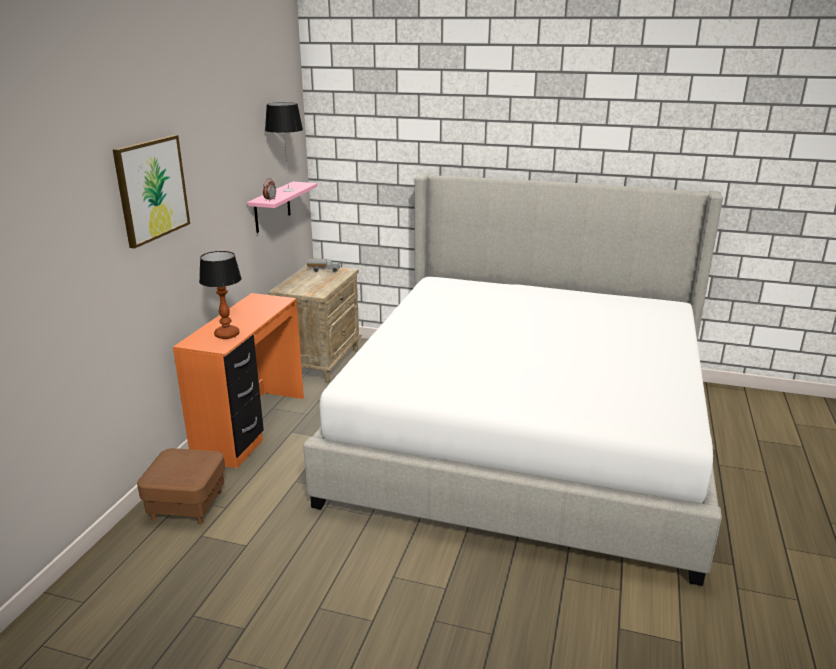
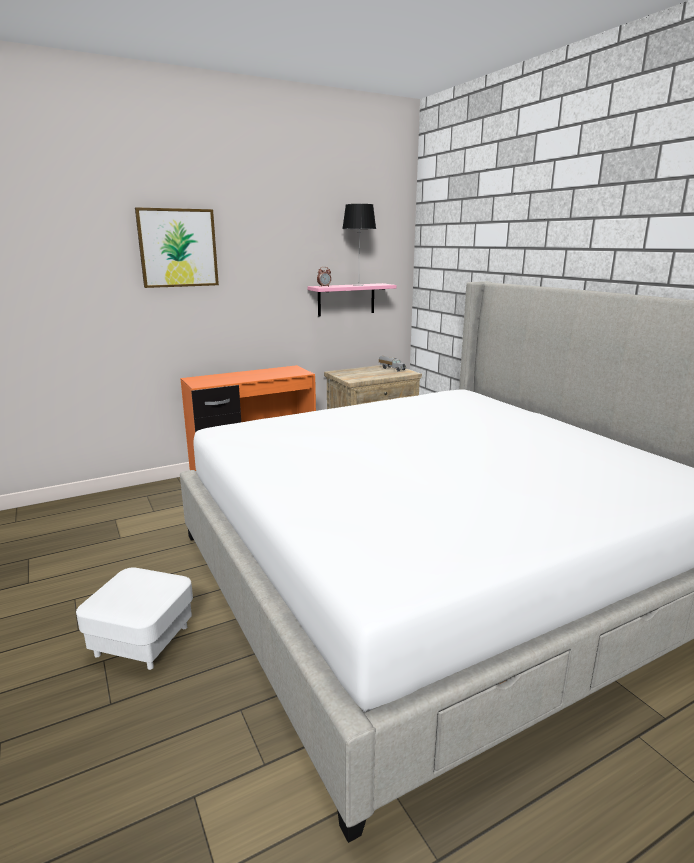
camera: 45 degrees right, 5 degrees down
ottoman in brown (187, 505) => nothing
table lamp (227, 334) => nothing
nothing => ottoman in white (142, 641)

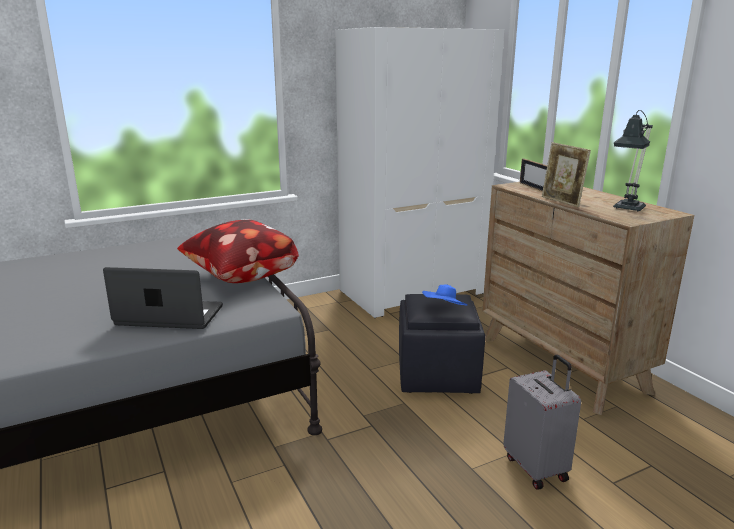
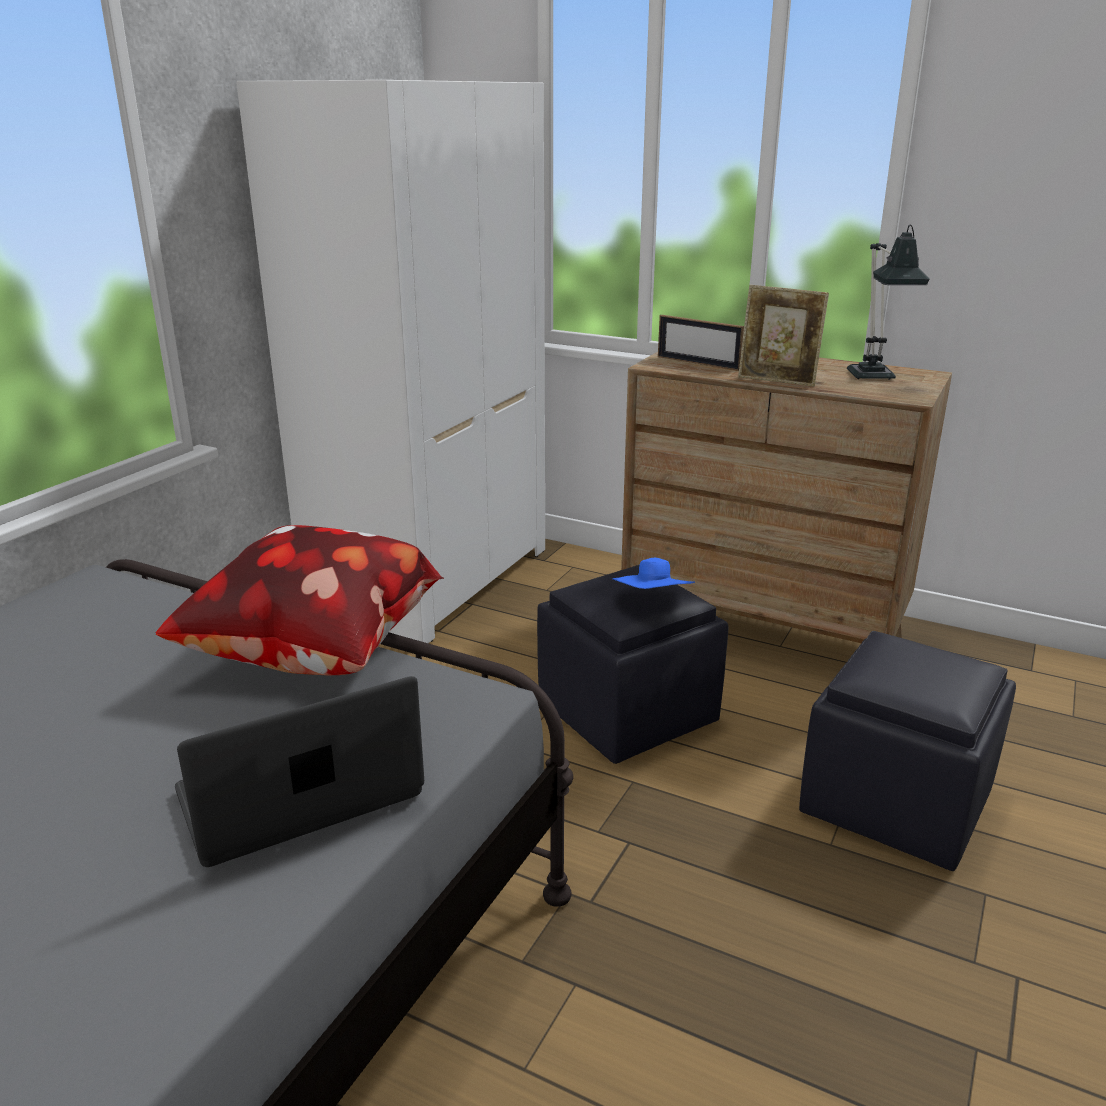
camera: 35 degrees left, 5 degrees up
suitcase in grey (537, 468) => ottoman in black (897, 802)

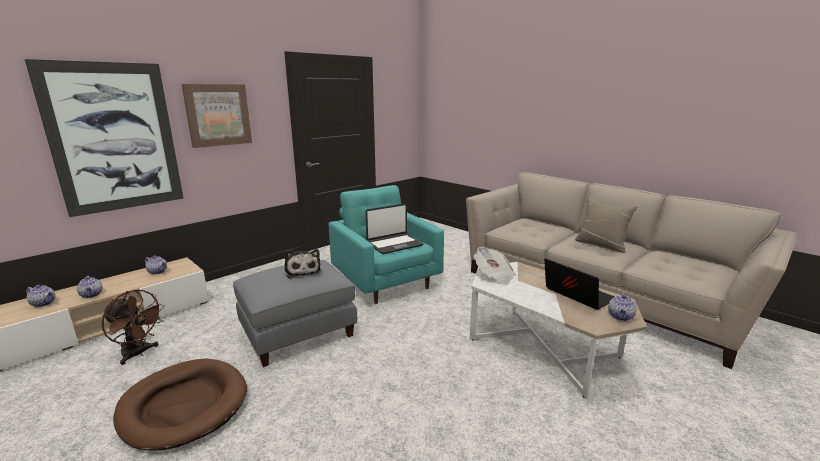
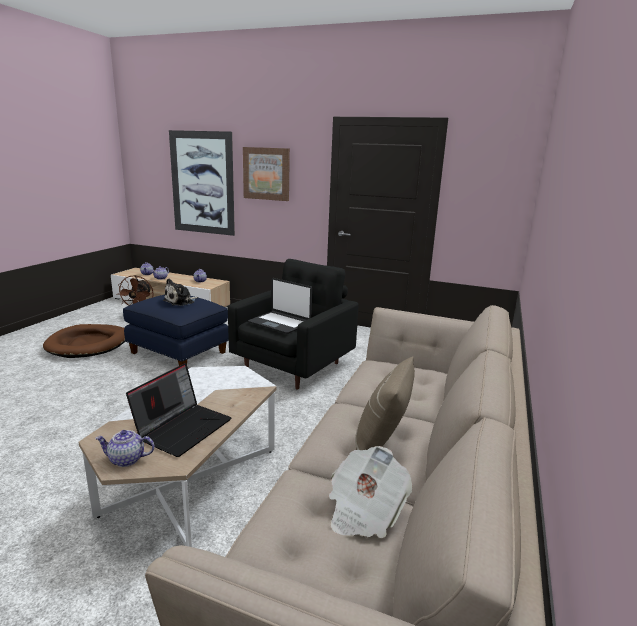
camera: 65 degrees right, 0 degrees up
ottoman in grey (298, 333) => ottoman in blue (179, 352)
armchair in turquoise (386, 281) => armchair in black (294, 365)
newspaper (494, 276) => newspaper (364, 510), moved

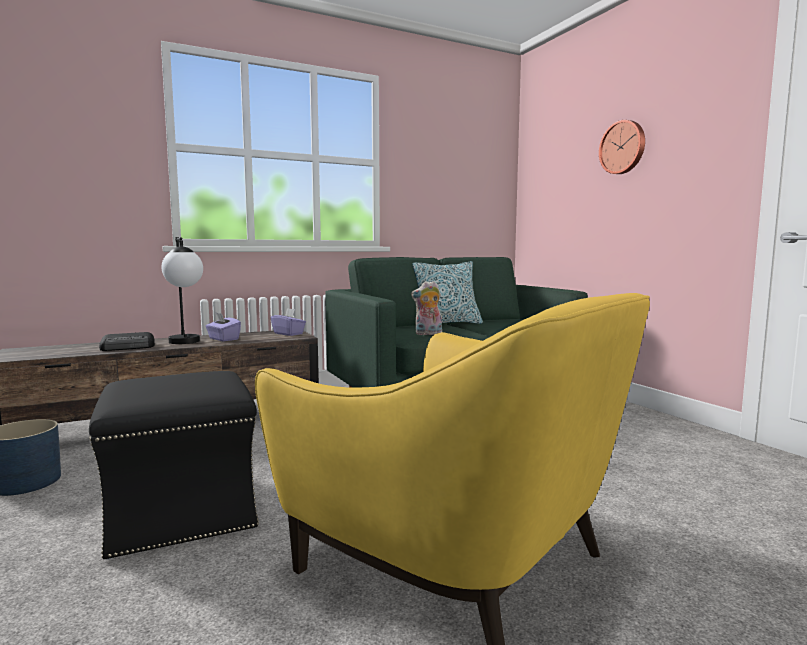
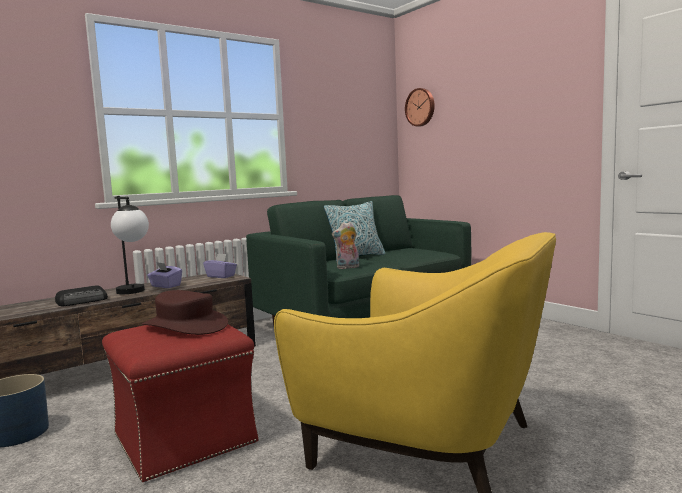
camera: 10 degrees left, 0 degrees up
ottoman in black (182, 511) => ottoman in red (184, 438)
wall clock (623, 147) => wall clock (420, 107), moved
nothing => hat in brown (185, 325)

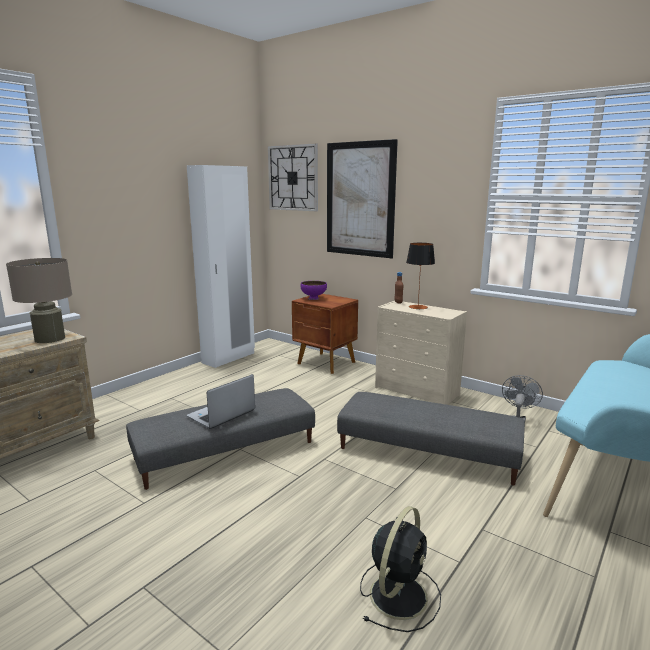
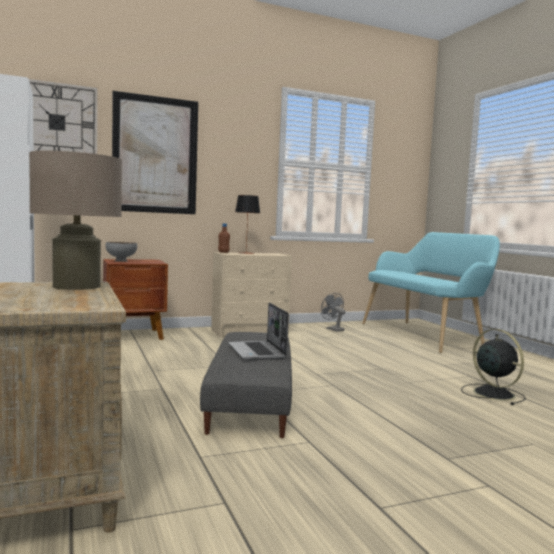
camera: 60 degrees left, 10 degrees down
bowl in purple (313, 298) => bowl in grey (121, 261)
ottoman in grey (428, 451) => nothing

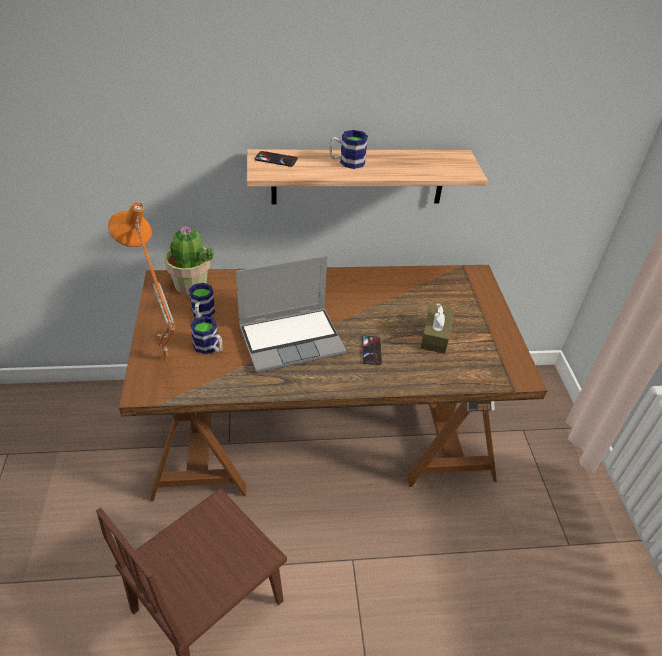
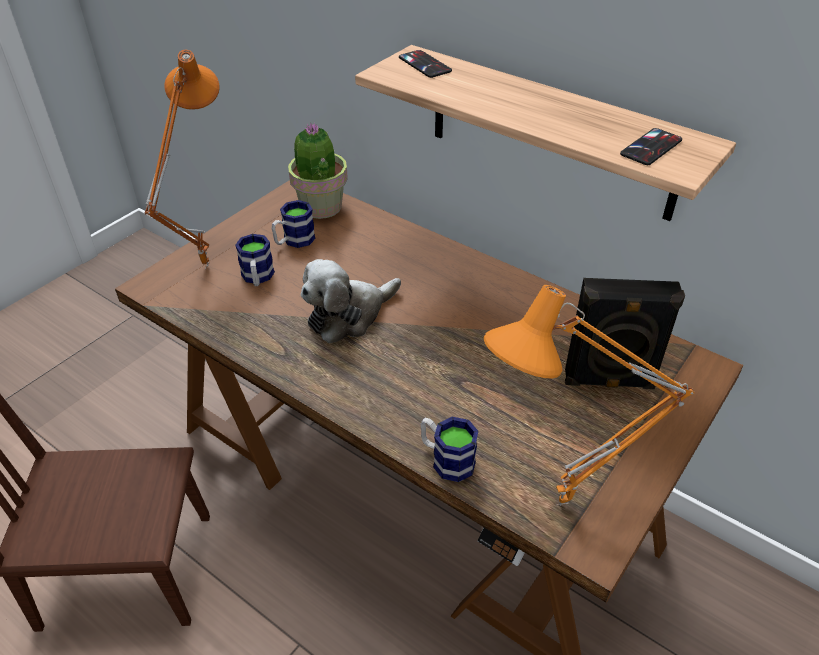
camera: 45 degrees right, 0 degrees up
laptop (292, 339) => plush toy (349, 315)
mug (347, 162) => mug (446, 459), moved
phone (371, 350) => phone (651, 147), moved
tissue box in brown (435, 336) => nothing
nothing => table lamp in orange (564, 509)
nothing => speaker in black (609, 382)

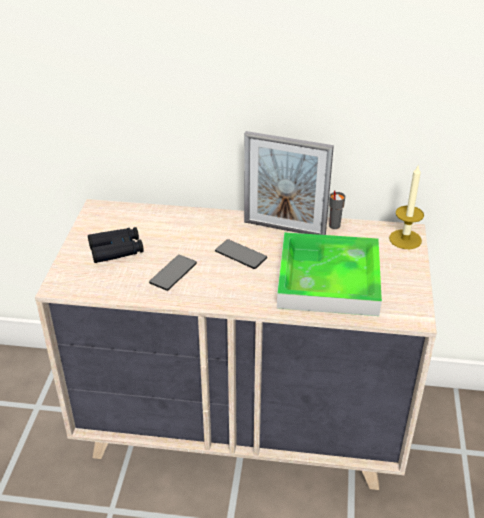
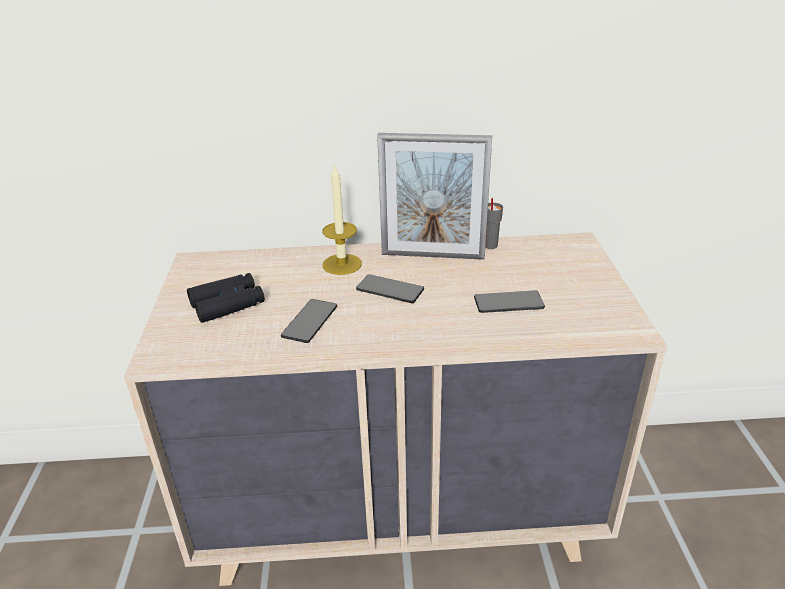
camera: 10 degrees left, 5 degrees down
tray (328, 279) => phone (508, 303)
candle (405, 239) => candle (342, 264), moved

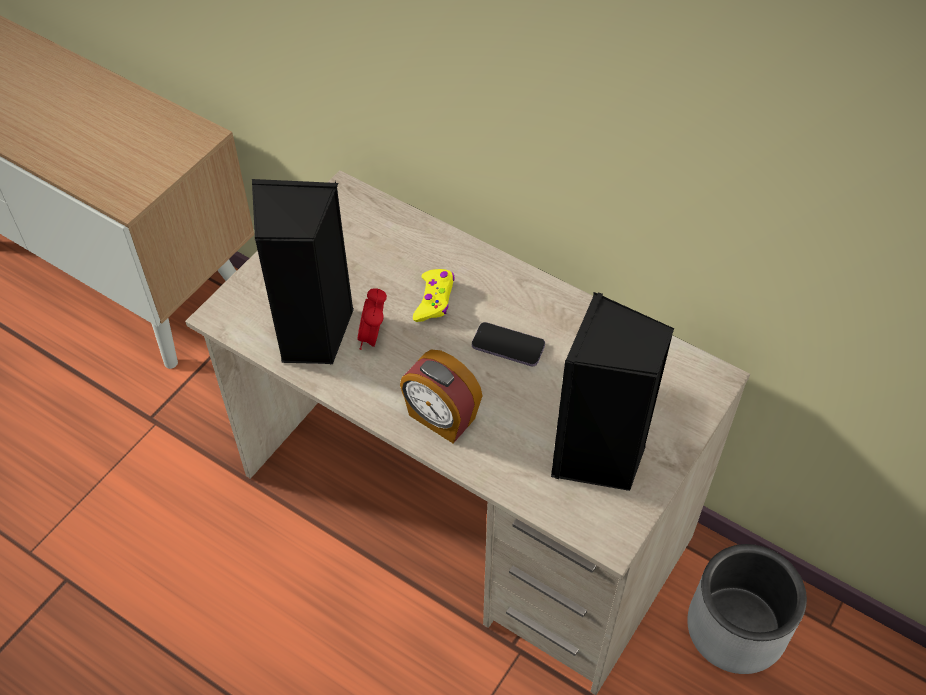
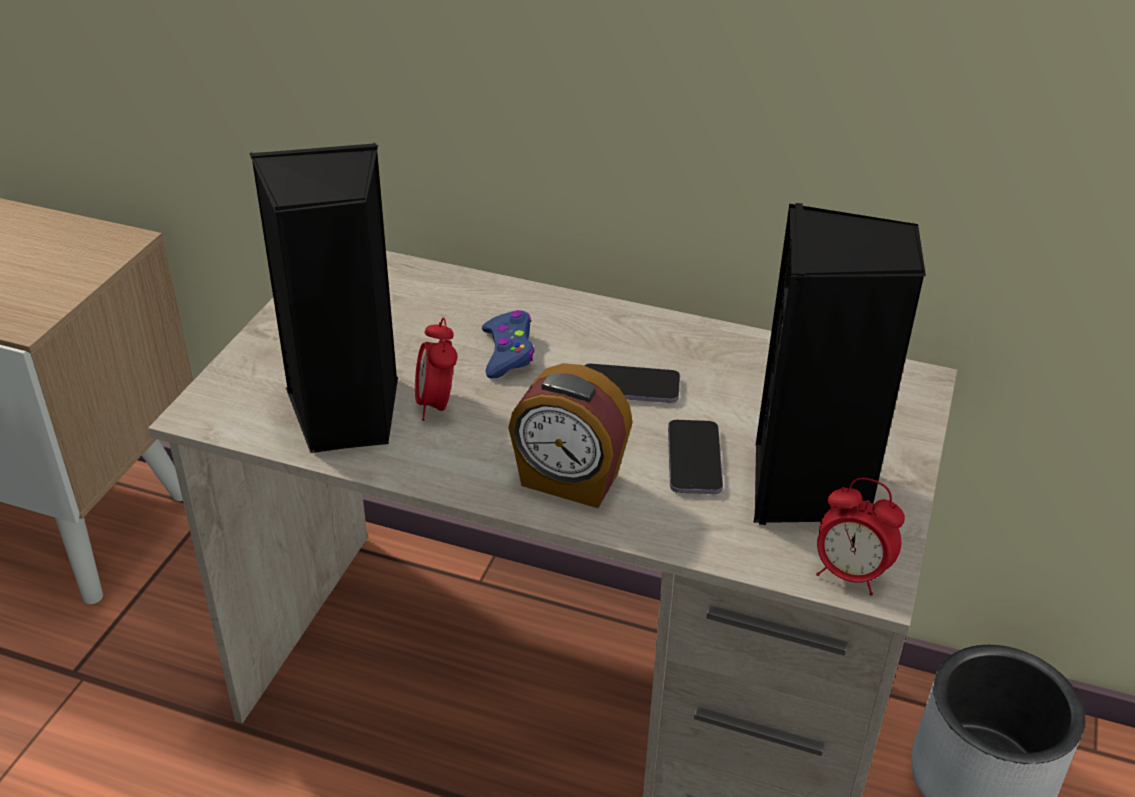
camera: 15 degrees left, 15 degrees down
game controller in yellow (434, 300) => game controller in blue (508, 352)
nothing => phone (694, 460)
nothing => alarm clock (849, 574)

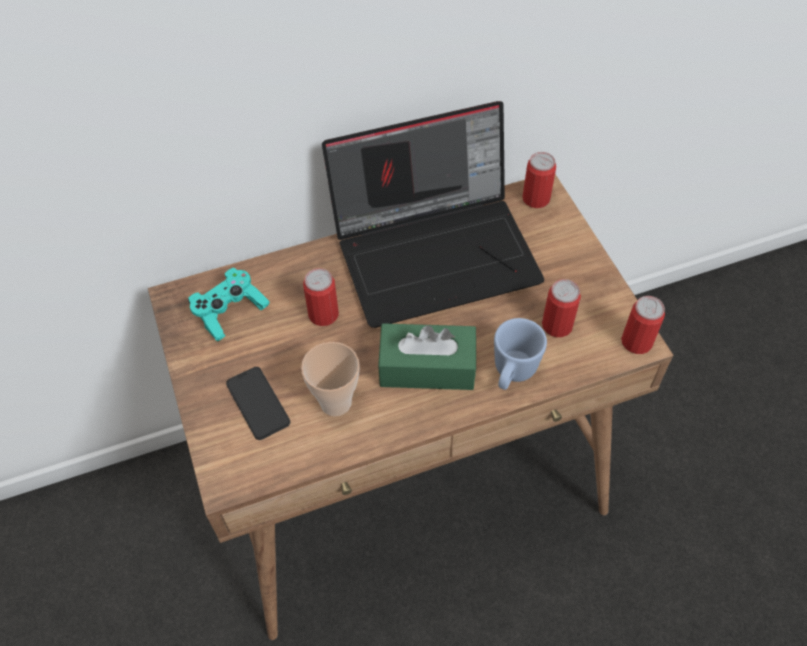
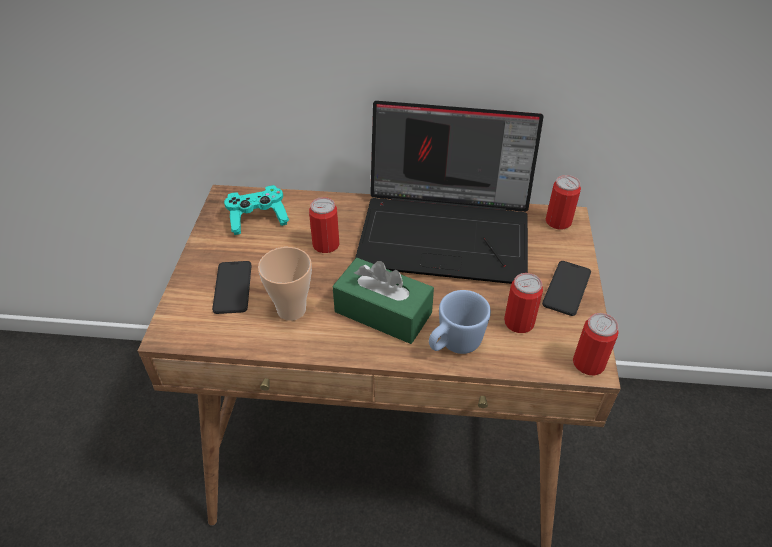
camera: 25 degrees right, 10 degrees down
nothing => phone (566, 288)

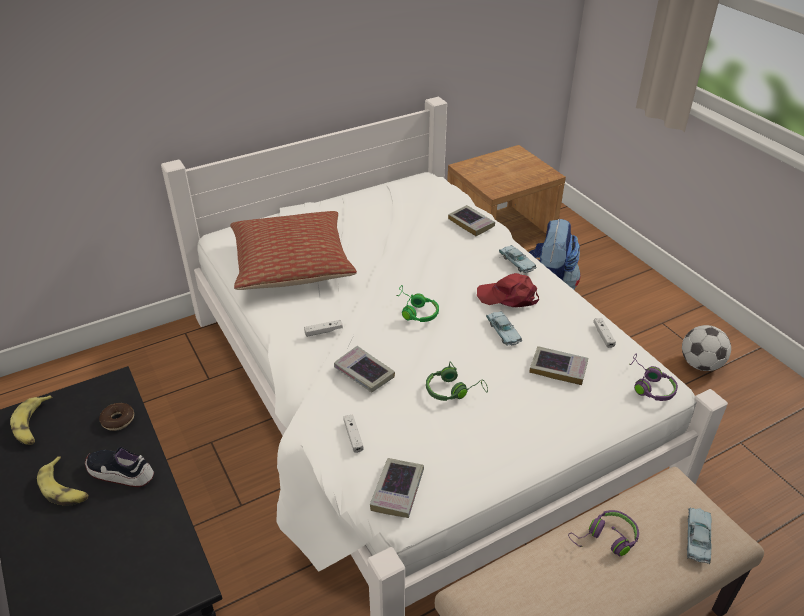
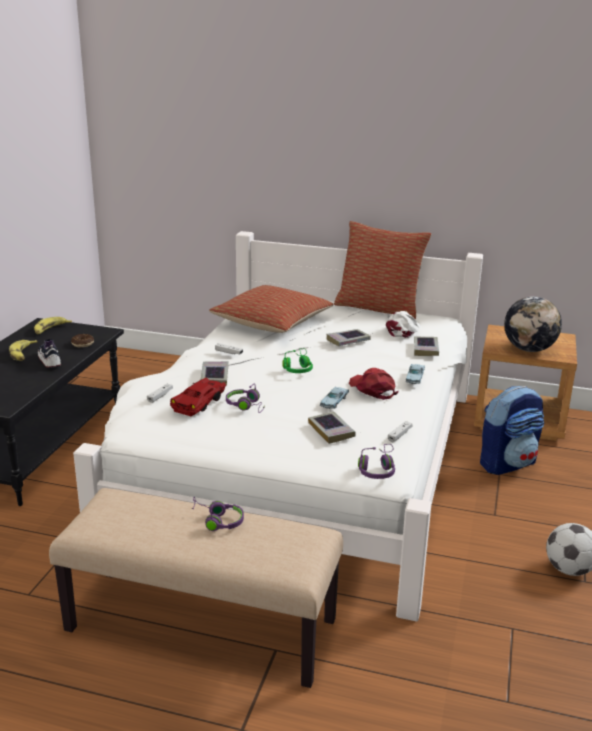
camera: 45 degrees right, 15 degrees down
book (397, 491) => book (348, 341), moved
headphones in green (453, 390) => headphones in purple (246, 406)
toy car in blue (697, 538) => nothing
nothing => toy car in red (200, 403)
nothing => pillow (379, 308)
nothing => cap in white (403, 330)
nothing => globe (529, 349)

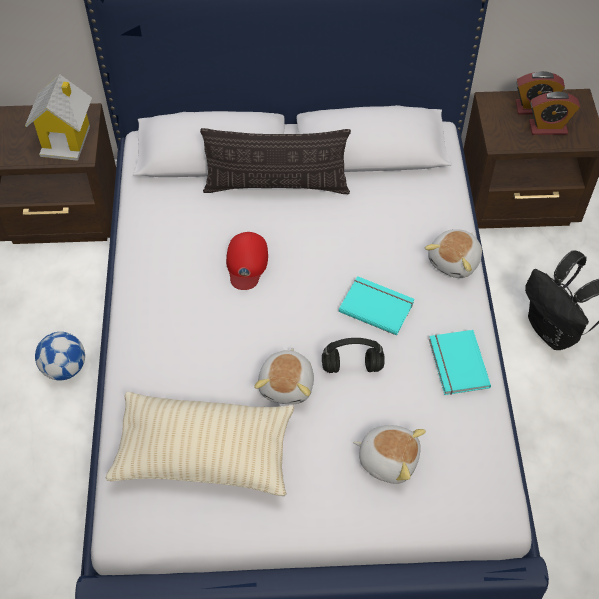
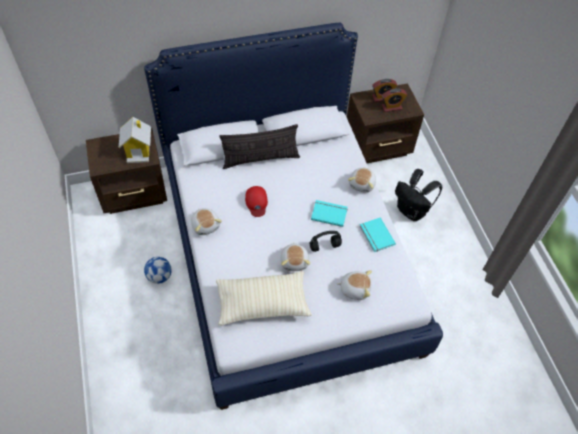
camera: 15 degrees left, 0 degrees up
nothing => plush toy (206, 225)

